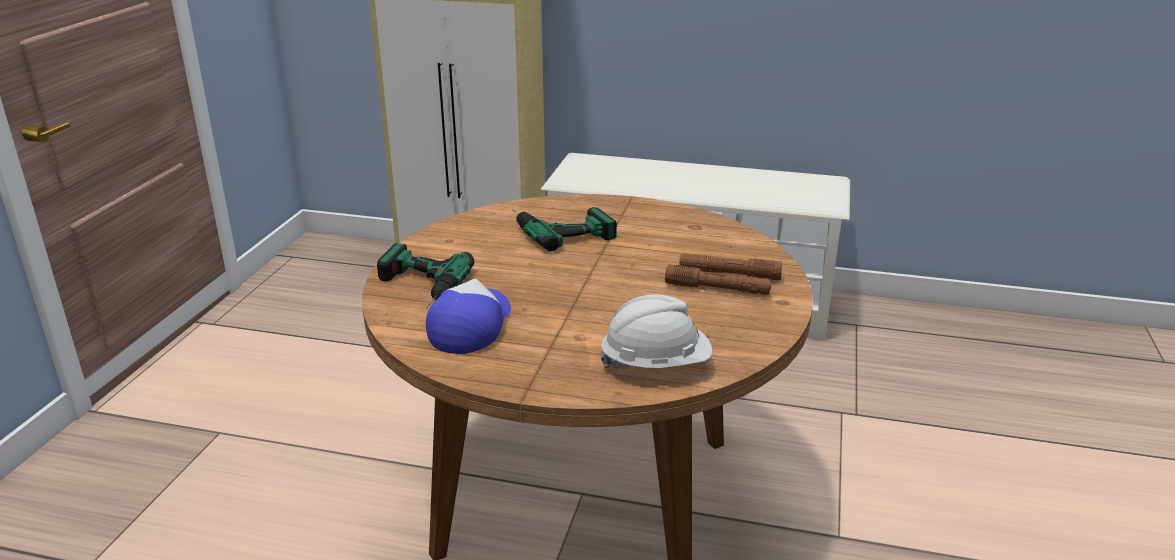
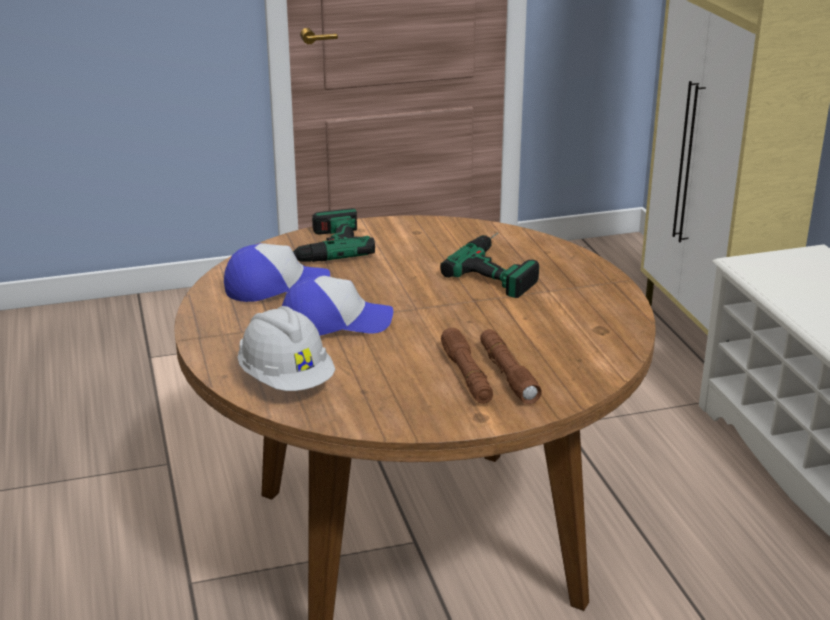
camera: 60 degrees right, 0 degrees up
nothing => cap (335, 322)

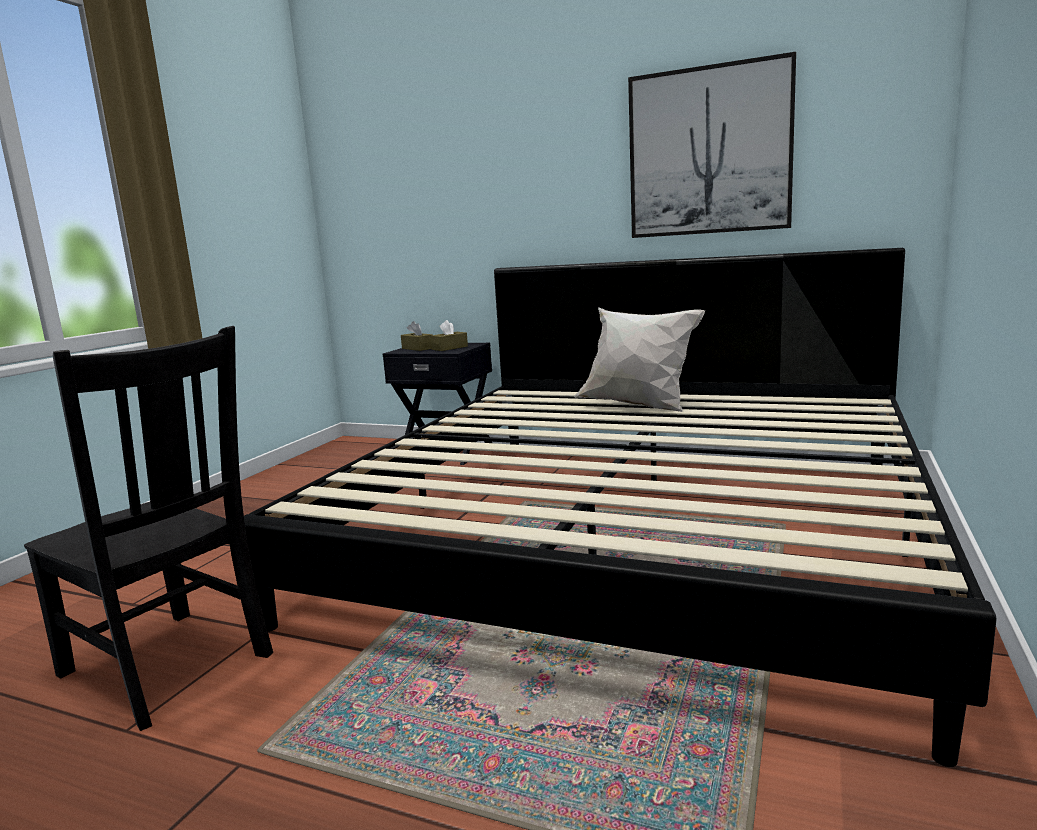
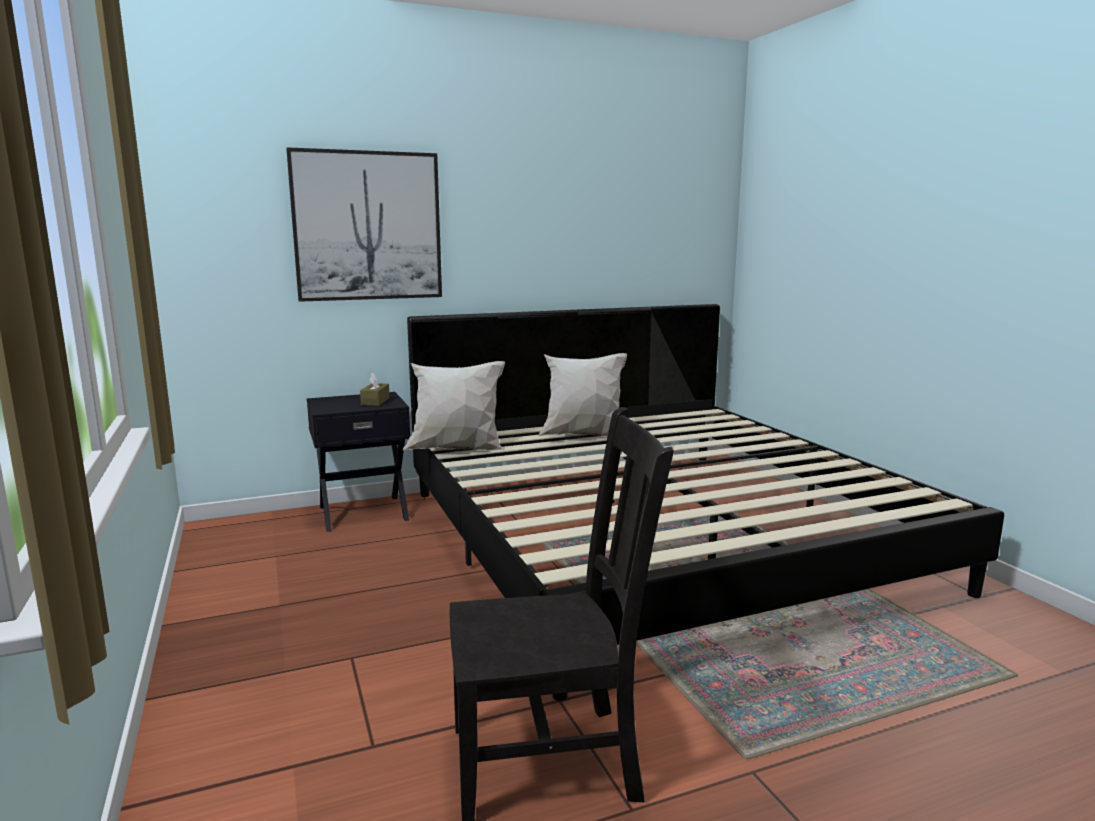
camera: 45 degrees left, 0 degrees up
tissue box in brown (417, 348) => nothing
picture (709, 152) => picture (367, 226), moved
nothing => pillow in white (457, 450)

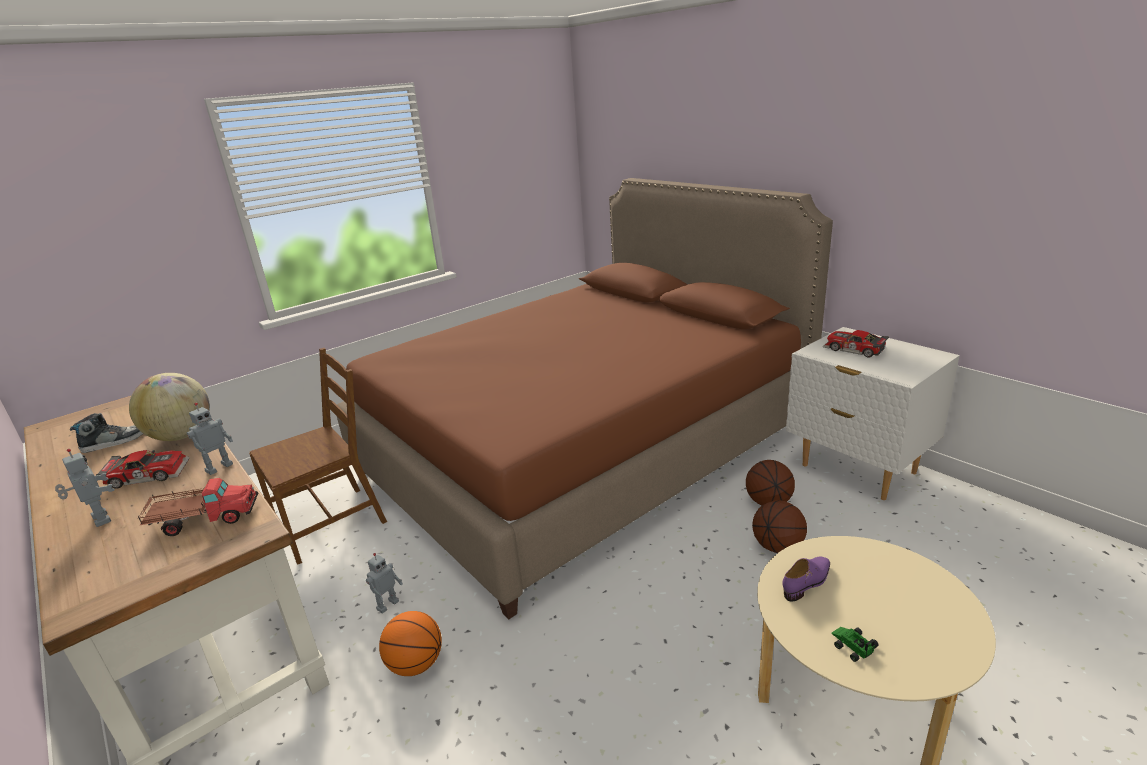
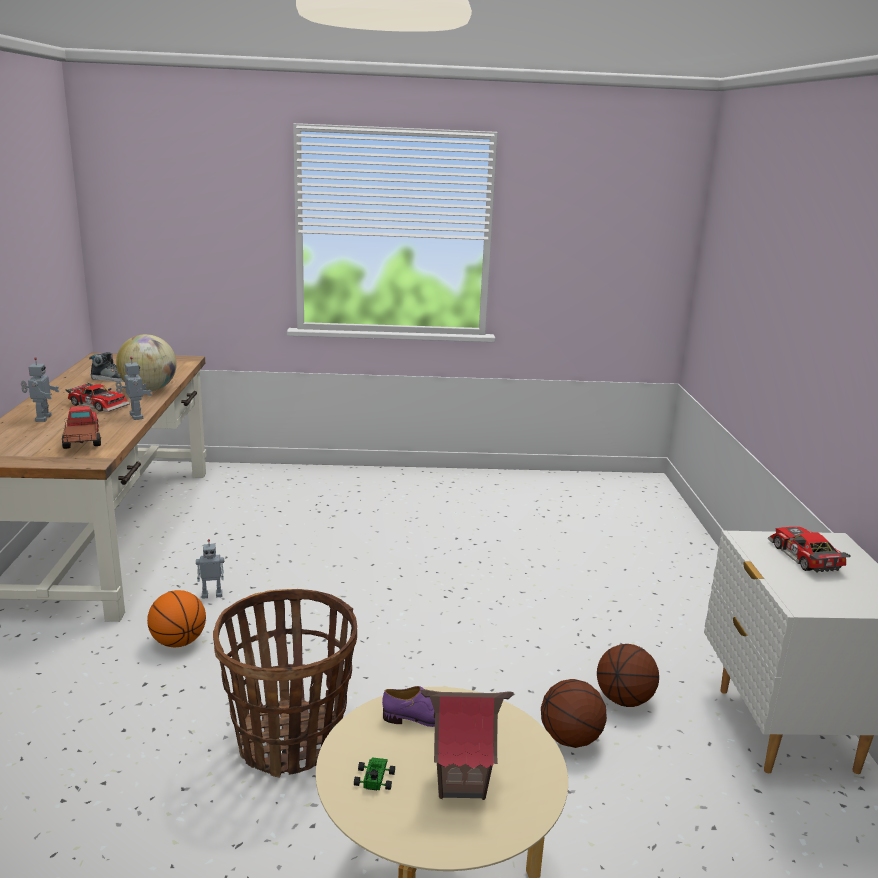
camera: 35 degrees right, 5 degrees down
toy truck (203, 519) => toy truck (82, 441), 135 degrees counterclockwise
toy robot (218, 467) => toy robot (135, 416), 105 degrees counterclockwise
chair in brown (331, 522) => nothing
bed in brown (584, 449) => nothing
nothing => basket (289, 740)
nothing => toy house (461, 783)

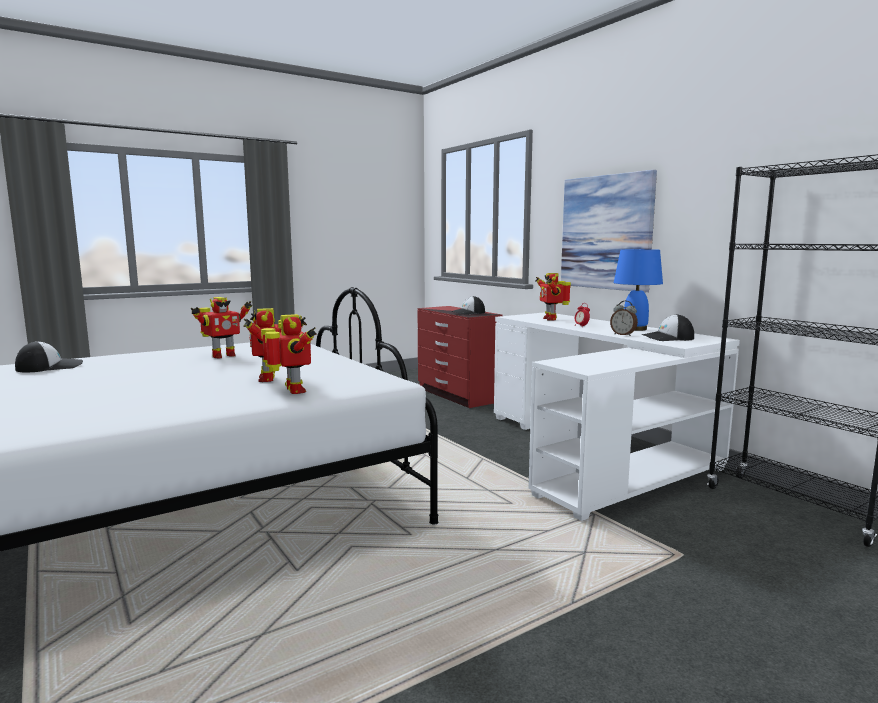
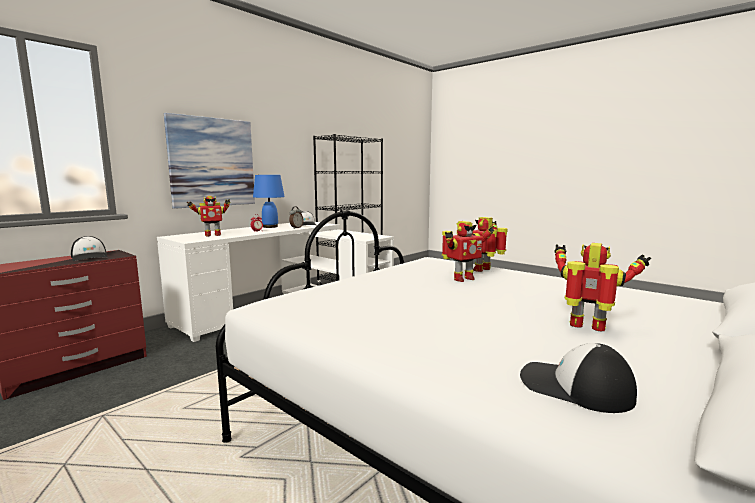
camera: 105 degrees left, 0 degrees up
toy robot (222, 356) => toy robot (588, 328), moved

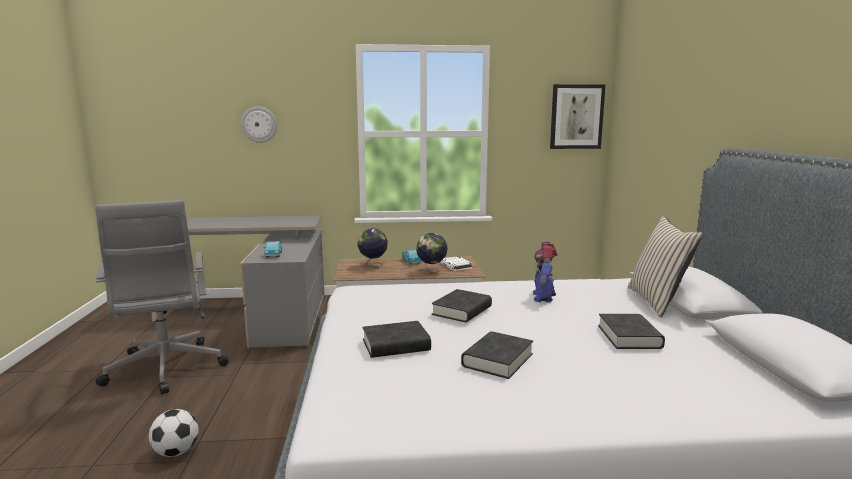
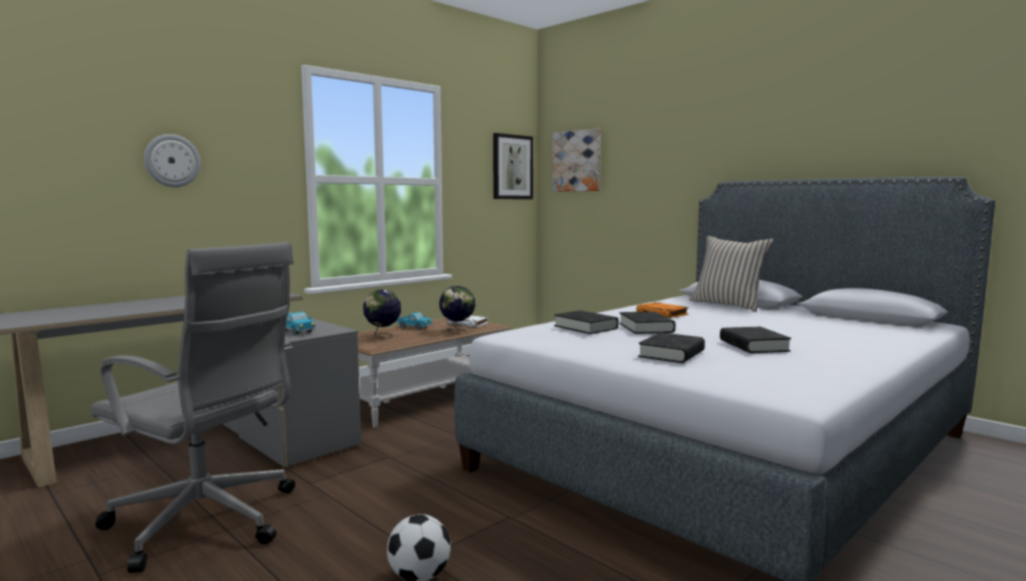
camera: 40 degrees left, 5 degrees down
toy robot (543, 297) => book in orange (662, 314)
book in black (629, 337) => book in black (585, 327), moved
nothing => picture (577, 161)

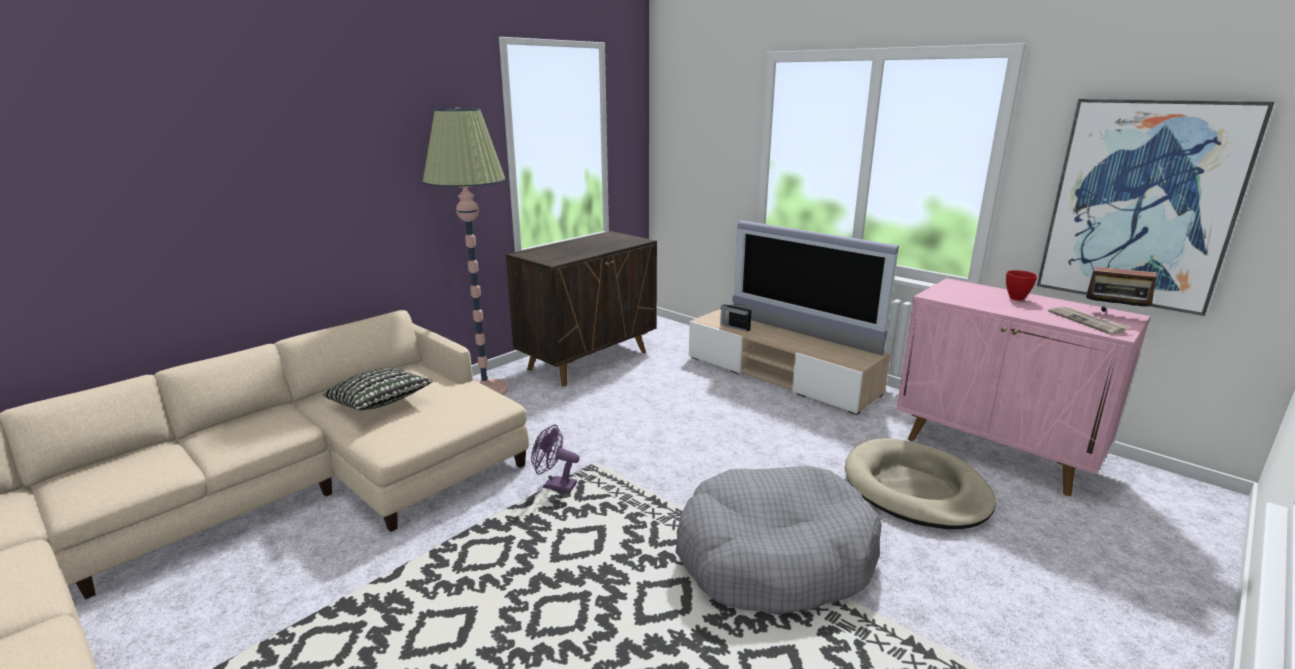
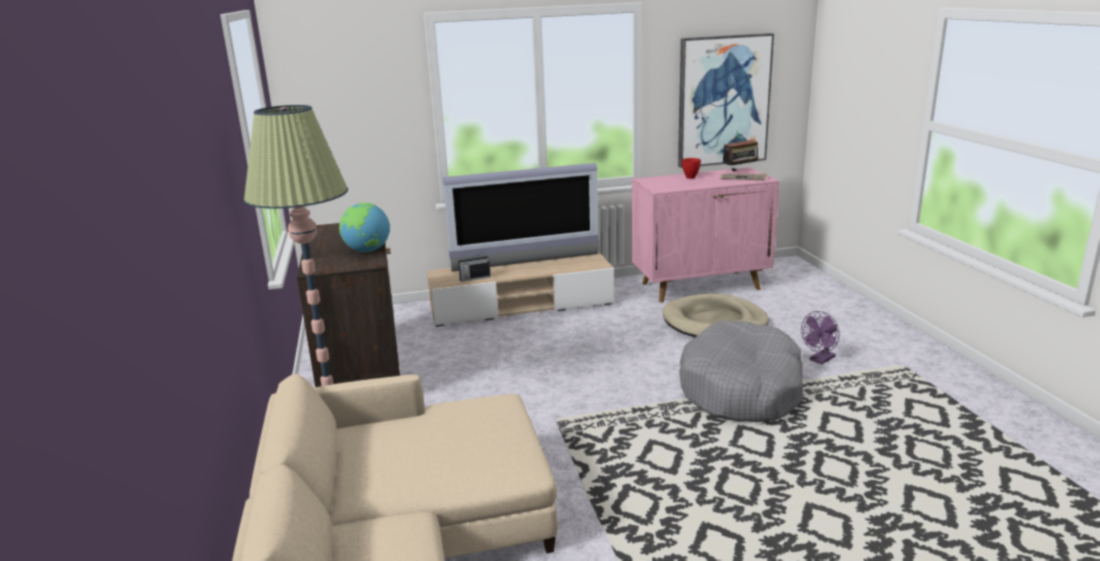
camera: 55 degrees left, 0 degrees up
pillow (380, 404) => nothing
fan in purple (554, 485) => fan in purple (820, 360), moved
nothing => globe (367, 251)

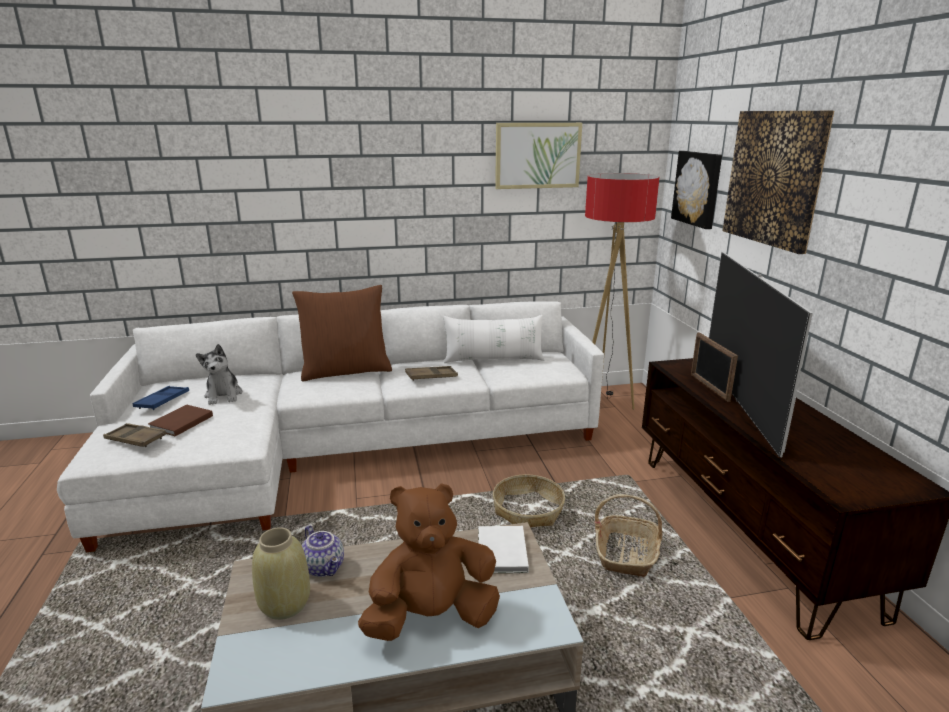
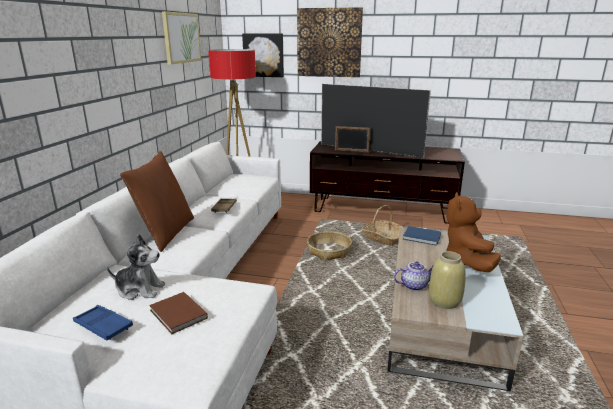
camera: 65 degrees left, 0 degrees up
tray in brown (135, 439) => nothing
pillow in white (493, 359) => nothing
book in white (501, 553) => book in blue (422, 237)

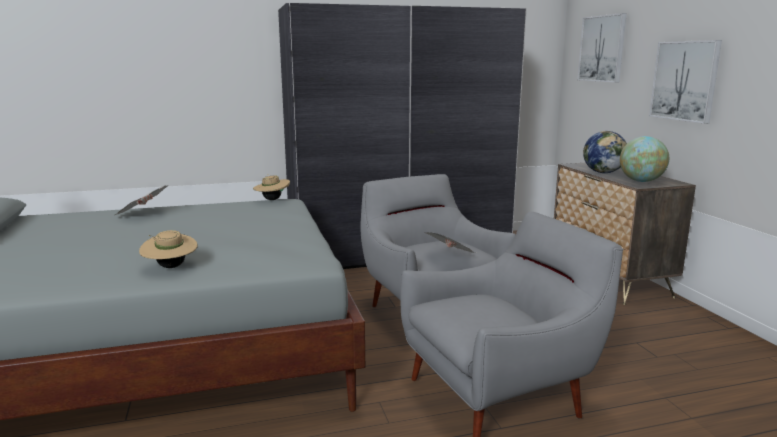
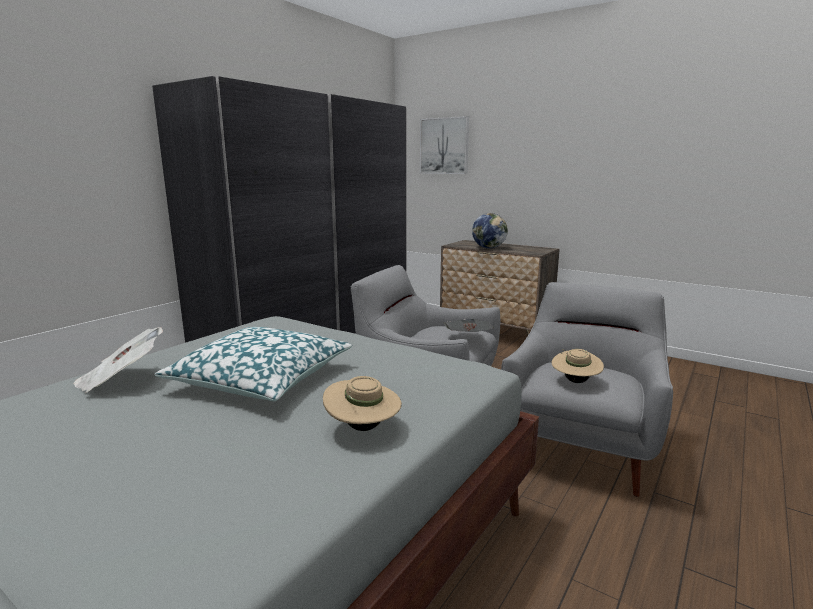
camera: 40 degrees left, 0 degrees up
hat in beige (272, 199) => hat in beige (575, 381), moved
globe (641, 181) => nothing
picture (684, 81) => nothing
nothing => pillow (261, 379)

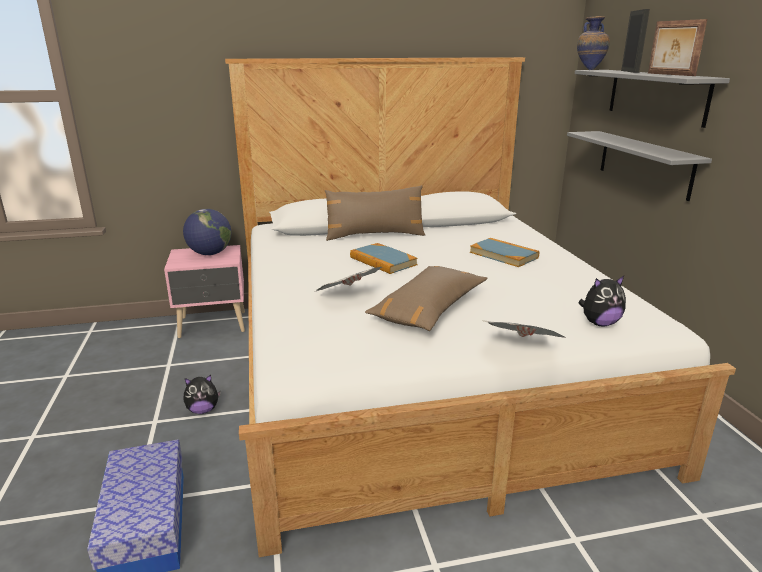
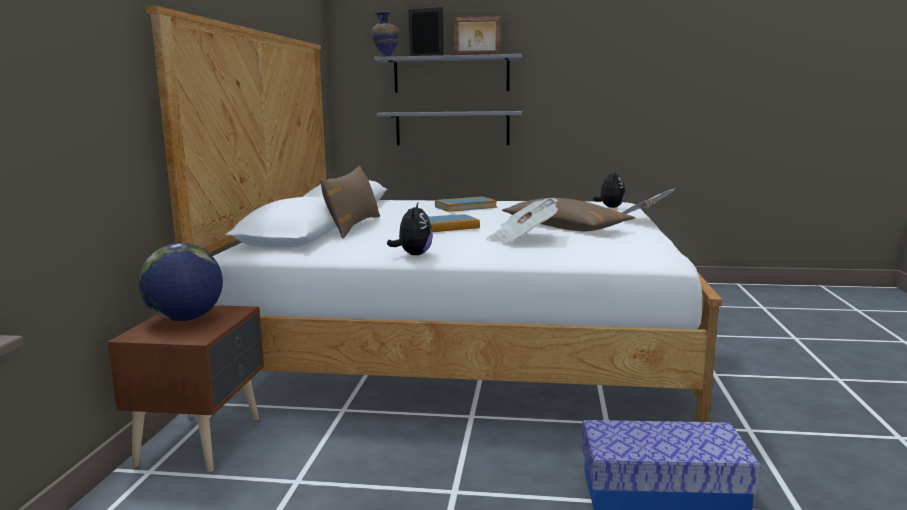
camera: 70 degrees left, 10 degrees down
nightstand in pink (214, 325) => nightstand in brown (203, 441)
plush toy (203, 410) => plush toy (413, 255), moved

